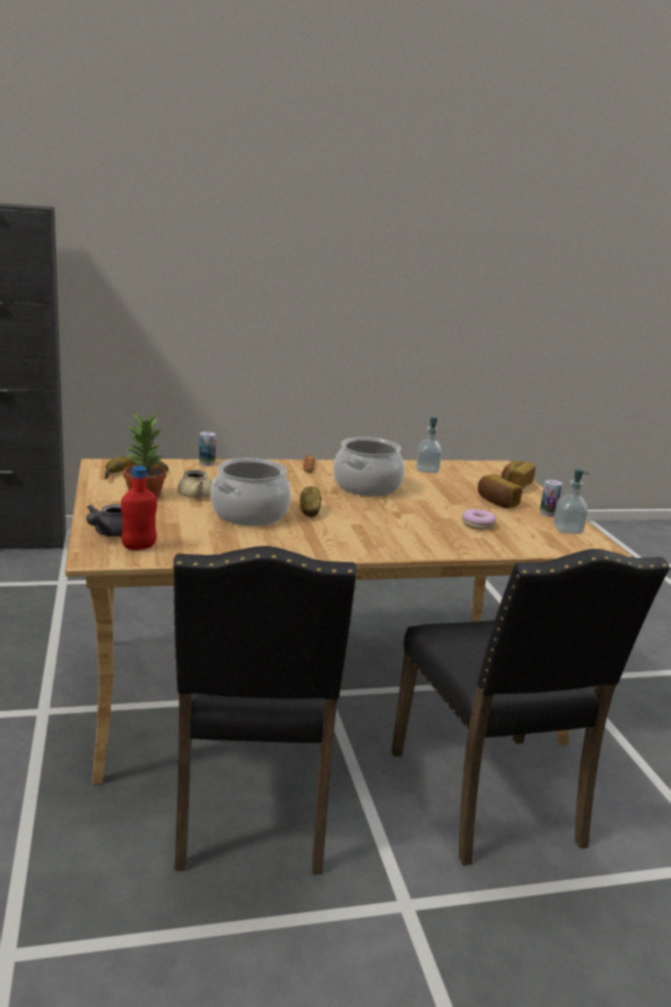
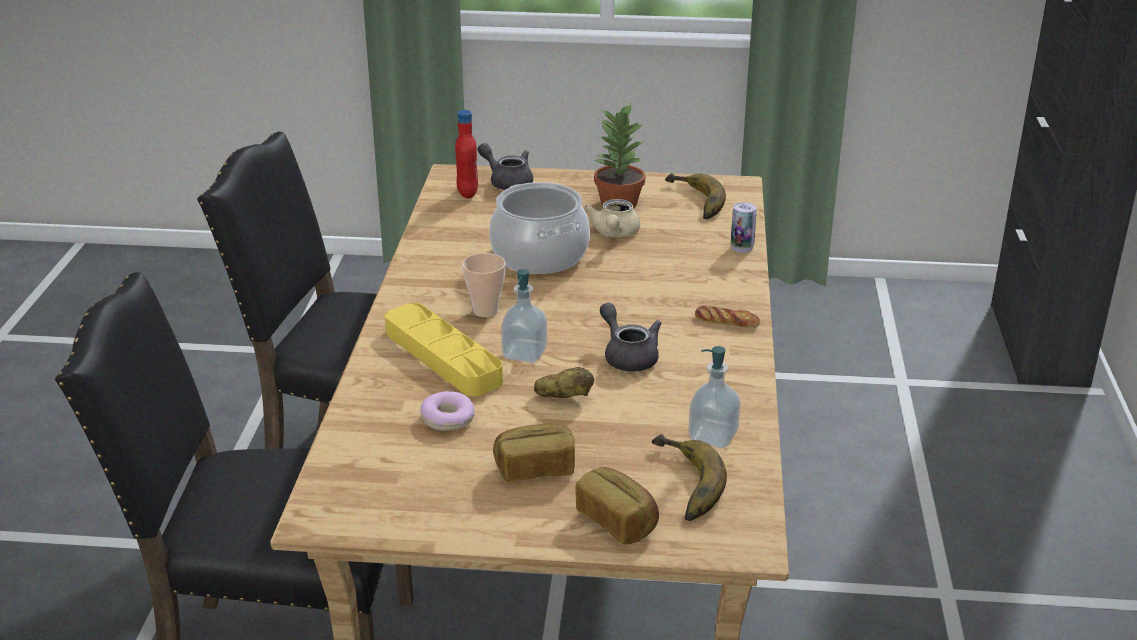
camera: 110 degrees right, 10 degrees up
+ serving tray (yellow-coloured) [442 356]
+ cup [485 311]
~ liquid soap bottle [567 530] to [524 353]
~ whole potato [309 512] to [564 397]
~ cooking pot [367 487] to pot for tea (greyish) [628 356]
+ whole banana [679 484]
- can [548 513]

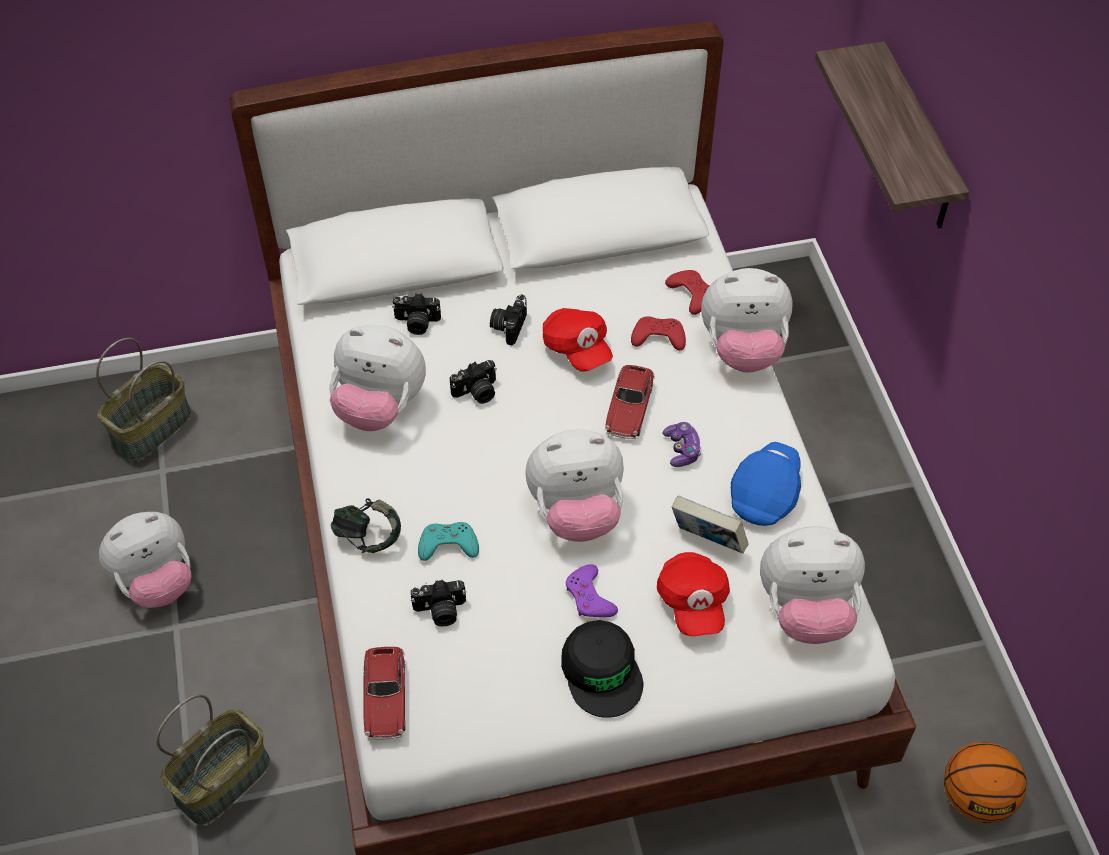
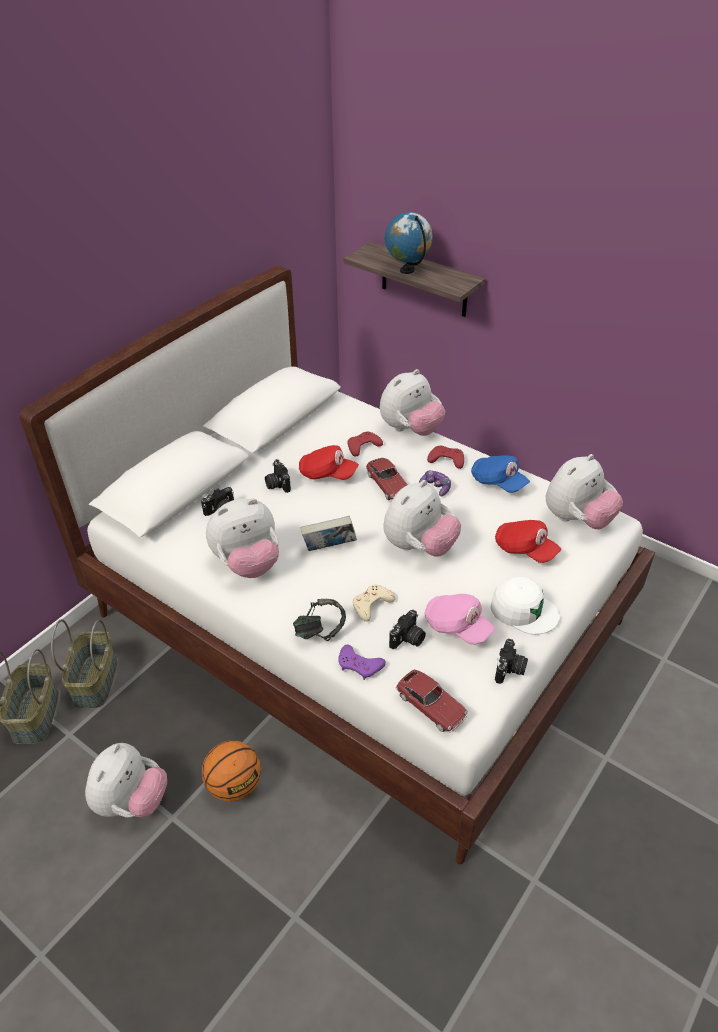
camera: 40 degrees left, 10 degrees down
~ household basket [222 778] to [94 680]
~ basketball [976 798] to [234 785]
~ bound book [707 541] to [329 548]
~ gamepad (purple-coloured) [589 597] to [359 665]
~ gamepad (blue-green) [448 545] to gamepad (sand-coloured) [371 604]
+ desk globe [407 270]
+ peaked cap (pink) [457 627]
~ gamepad (red-coloured) [691 294] to [446 459]
~ peaked cap (blue) [765 494] = [498 482] 150 degrees clockwise
~ peaked cap (blackish) [602 671] to peaked cap (white-coloured) [523 610]
~ photo camera [477 392] to [510 670]

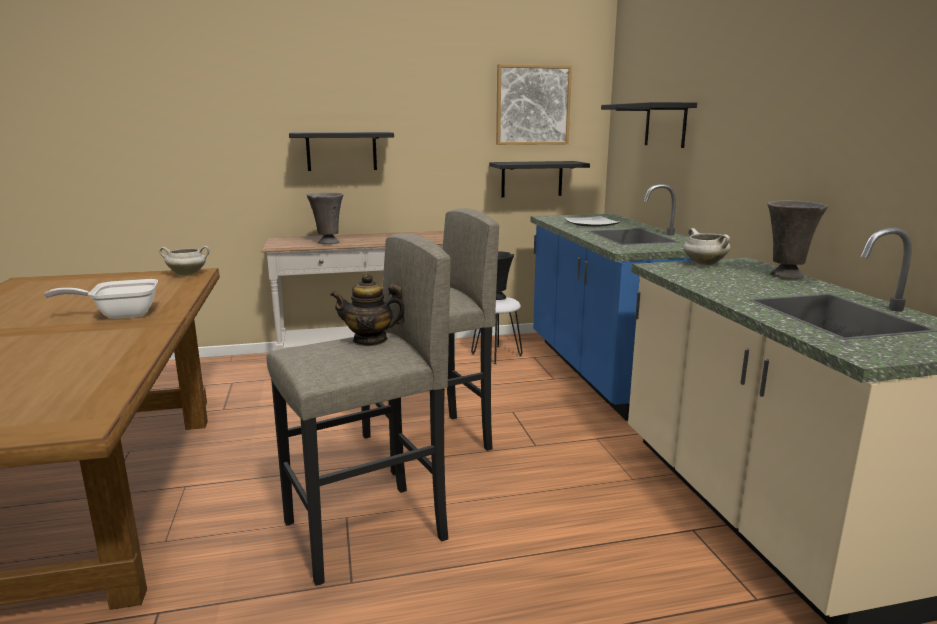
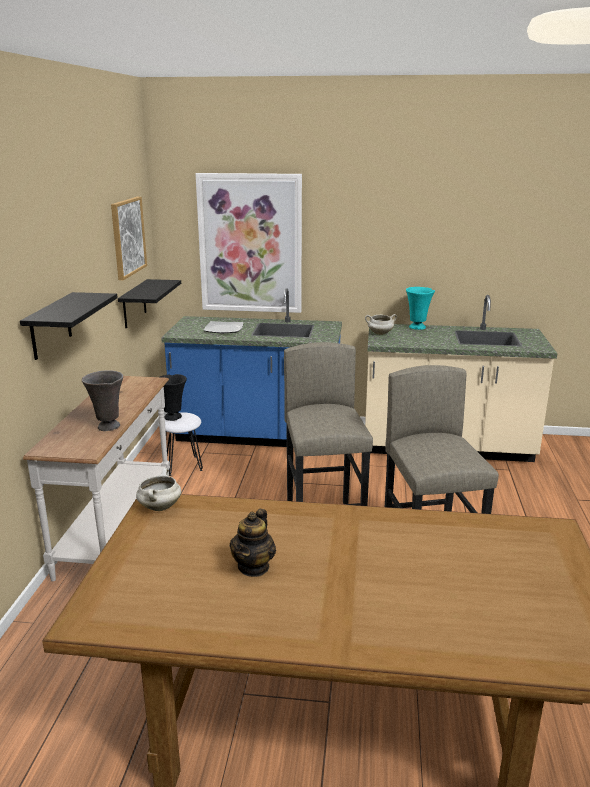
camera: 70 degrees left, 5 degrees up
~ bracket shelf (blackish) [665 125] to picture [250 244]
~ pot for tea [370 340] to [254 567]
~ flower vase (greyish) [786 276] to flower vase (blue-green) [417 327]
- frying pan [120 315]

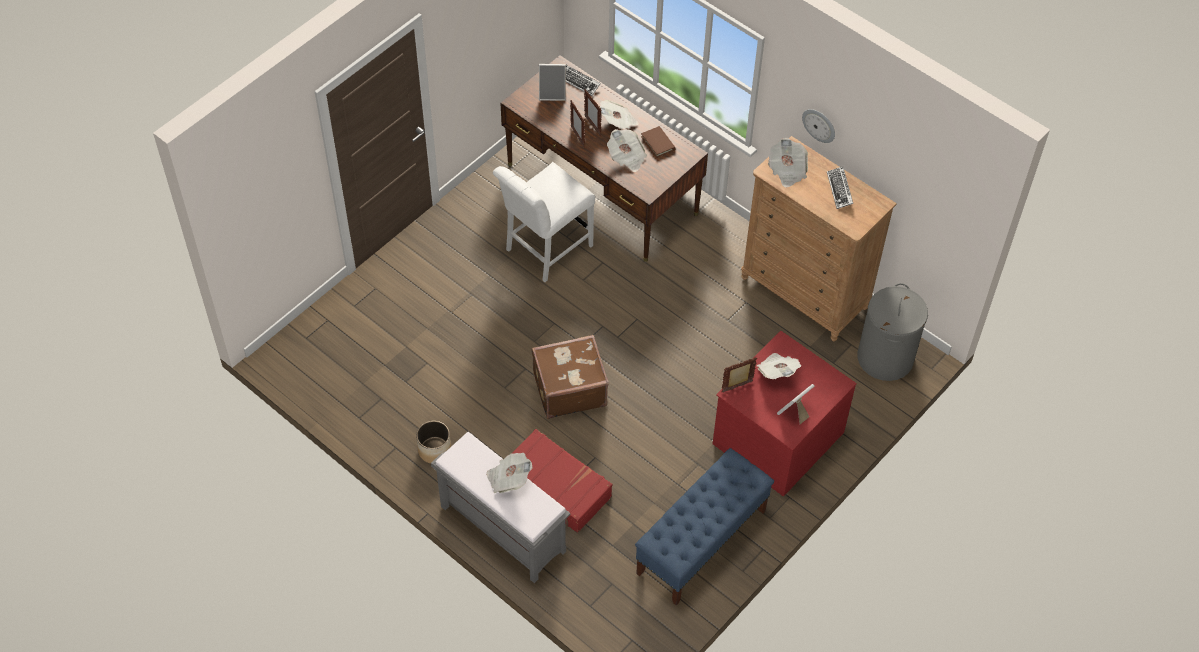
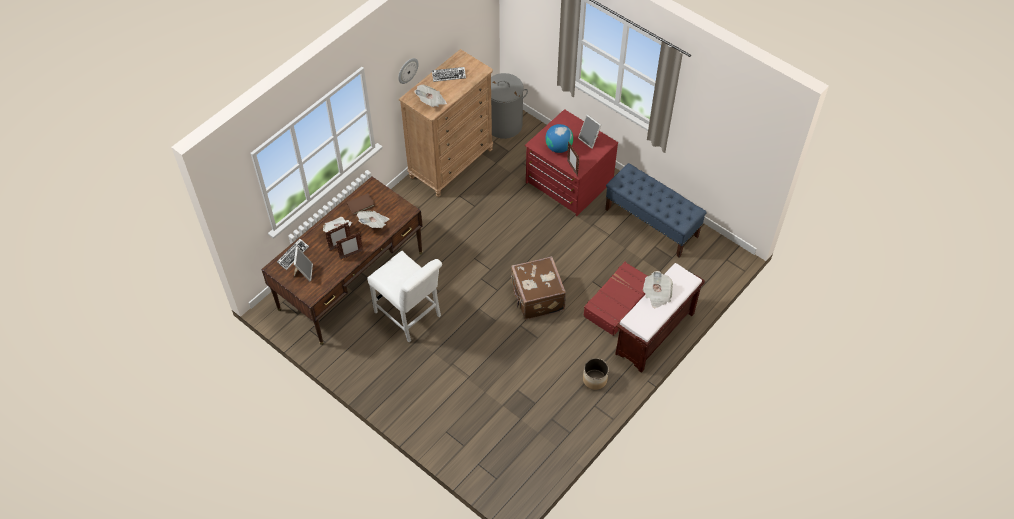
camera: 90 degrees left, 0 degrees up
~ printed paper [777 372] to desk globe [558 147]
~ long seat (greyish) [501 528] to long seat (brown-coloured) [654 334]

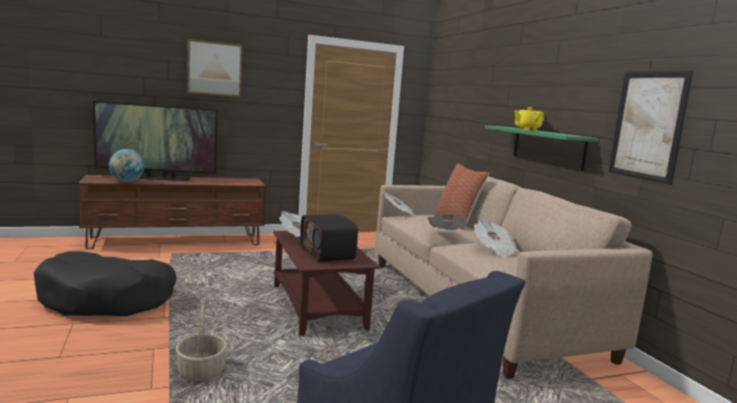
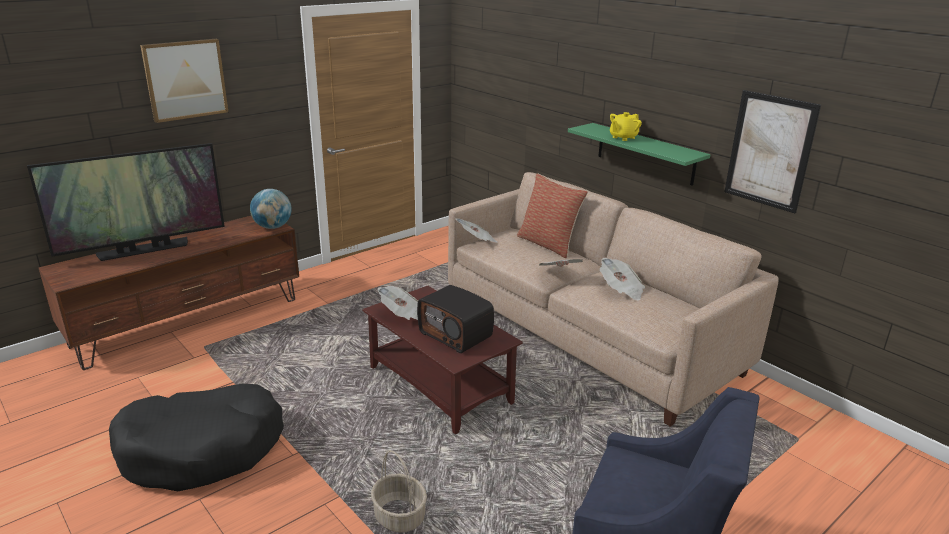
camera: 20 degrees left, 15 degrees up
~ desk globe [127 181] to [272 227]

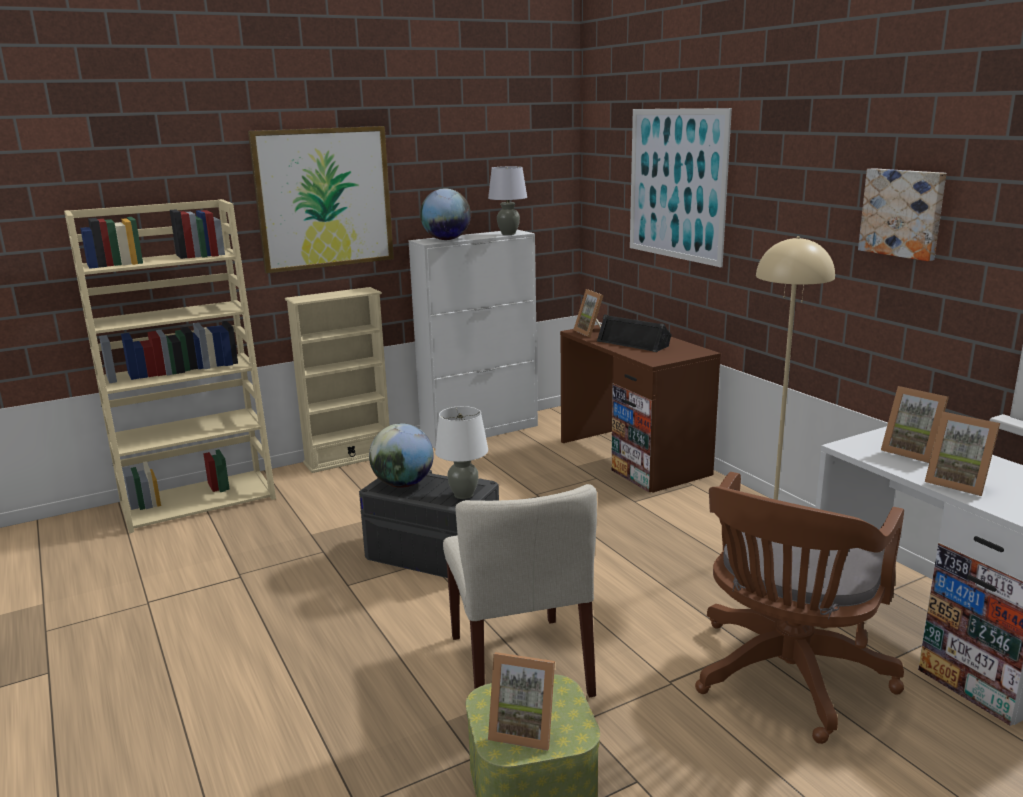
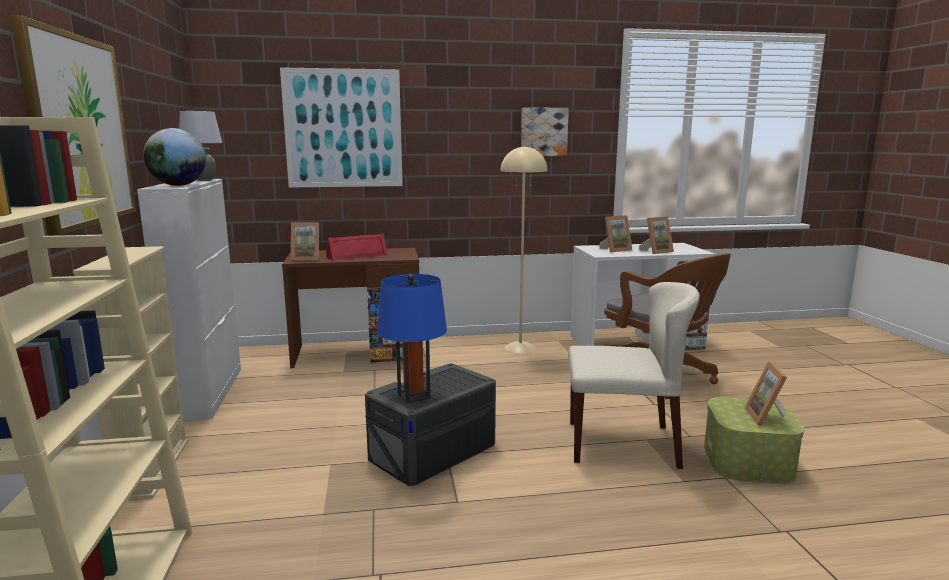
camera: 70 degrees left, 5 degrees down
~ loudspeaker (blackish) [634 343] to loudspeaker (red-coloured) [356 255]
~ desk globe [403 484] to lamp for a table (blue) [414 395]
~ photo frame [523 729] = [767 417] 150 degrees clockwise
- lamp for a table (white-coloured) [464 495]

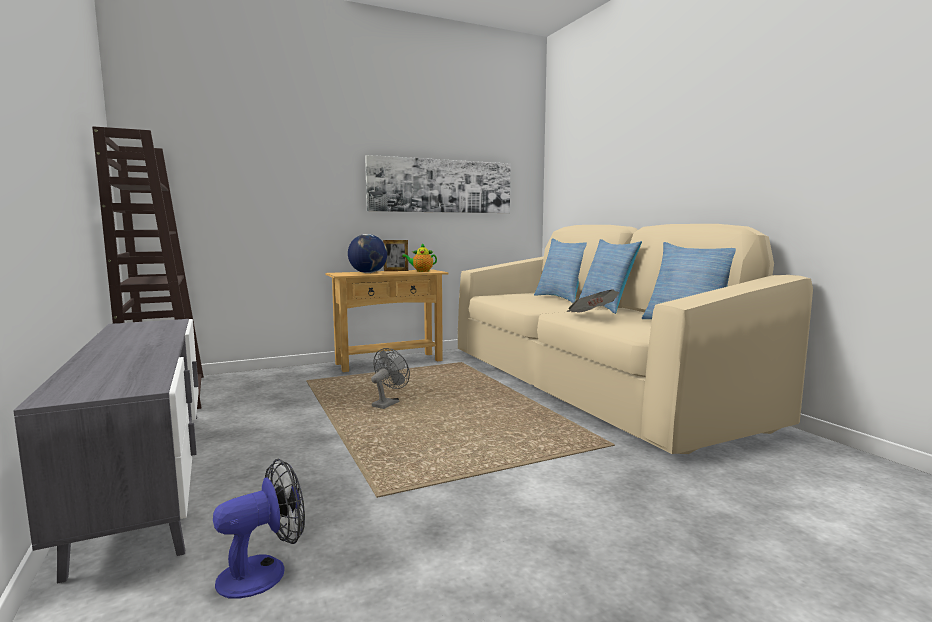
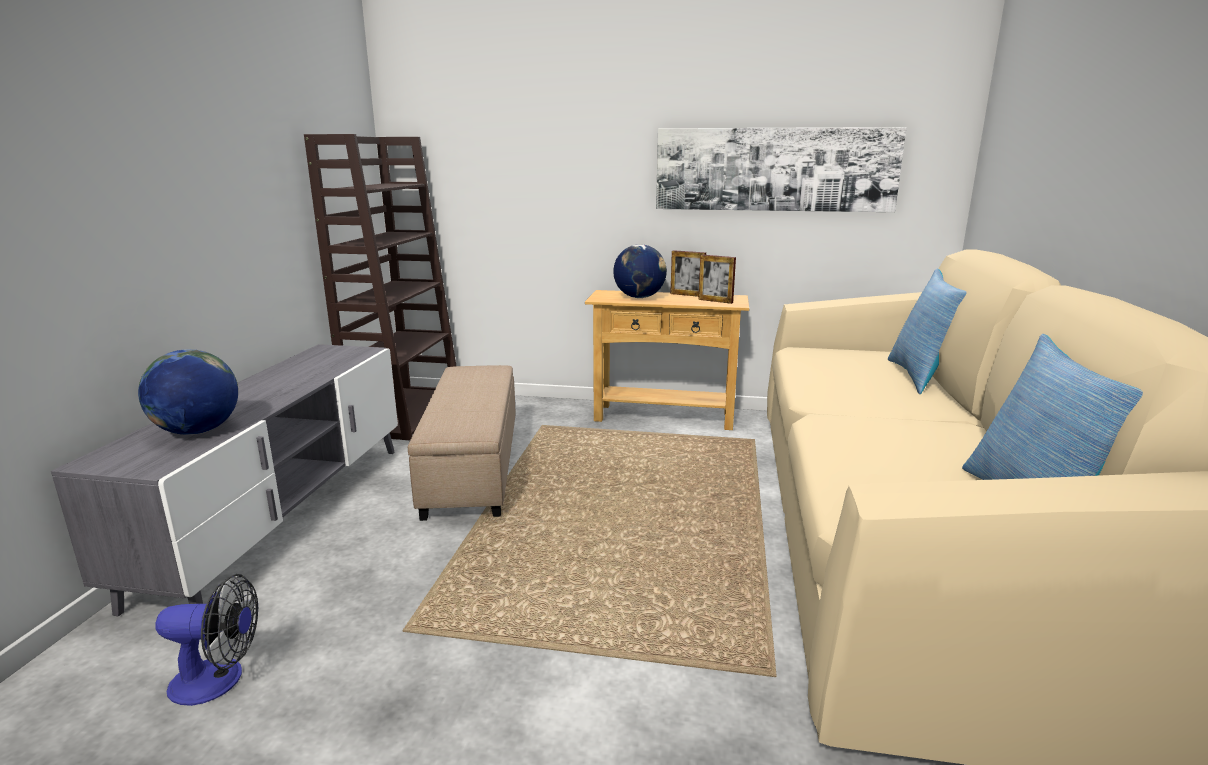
camera: 35 degrees right, 10 degrees up
+ desk globe [197 431]
+ pouffe (sand-coloured) [474 467]
~ pot for tea [421 271] to photo frame [715 301]
- electric fan (greyish) [388 403]
- printed paper [591 316]
- throw pillow [606 307]

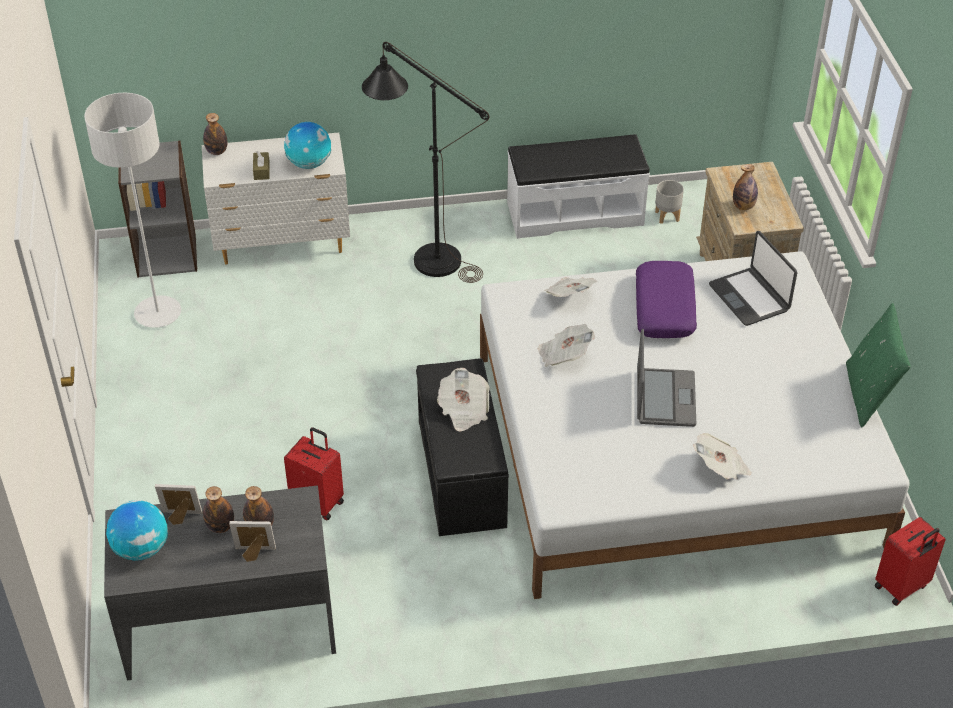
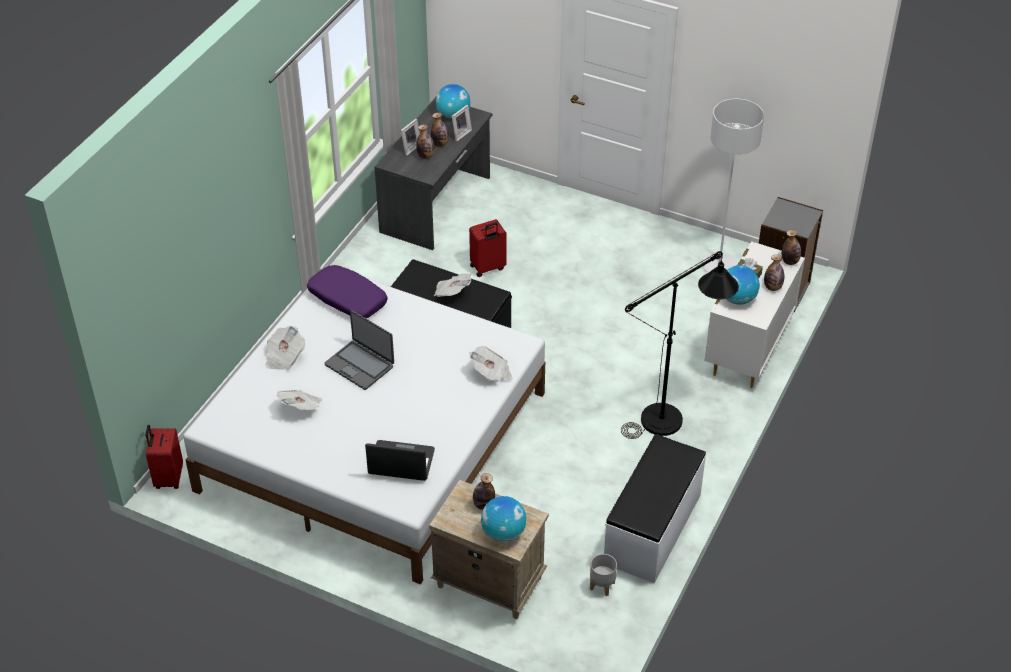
camera: 125 degrees right, 0 degrees up
~ printed paper [564 355] to [301 407]
~ throw pillow (purple-coloured) [665 308] to [347 299]
+ desk globe [503 532]
+ beverage bottle [772 287]
- throw pillow (green-coloured) [869 394]

